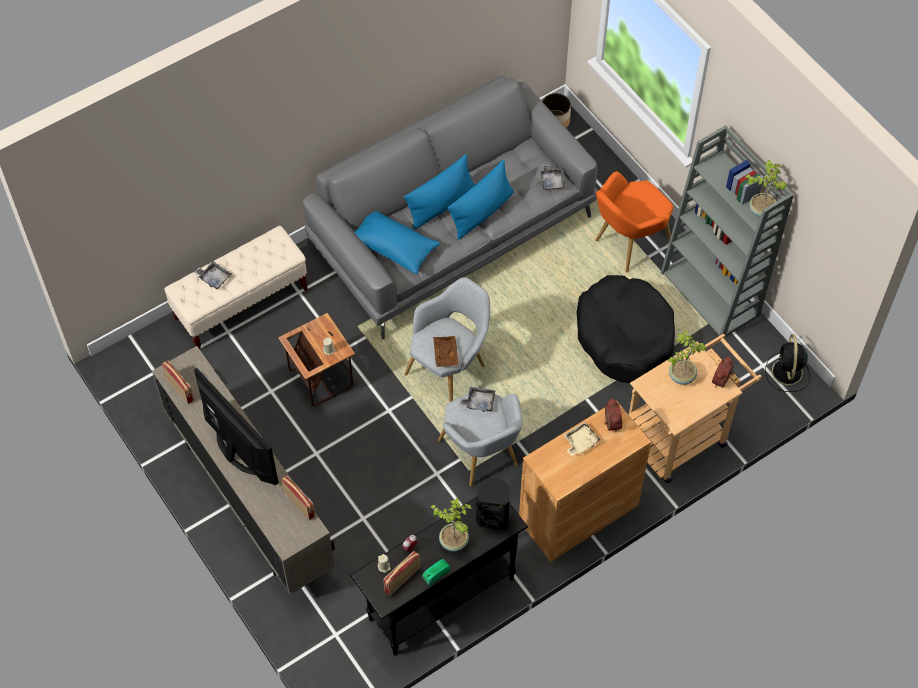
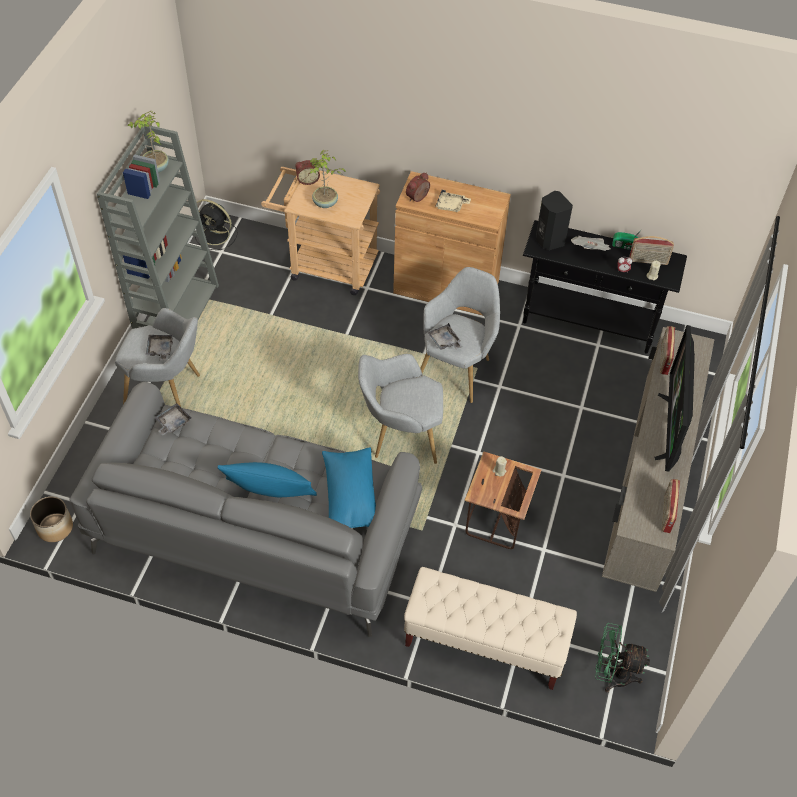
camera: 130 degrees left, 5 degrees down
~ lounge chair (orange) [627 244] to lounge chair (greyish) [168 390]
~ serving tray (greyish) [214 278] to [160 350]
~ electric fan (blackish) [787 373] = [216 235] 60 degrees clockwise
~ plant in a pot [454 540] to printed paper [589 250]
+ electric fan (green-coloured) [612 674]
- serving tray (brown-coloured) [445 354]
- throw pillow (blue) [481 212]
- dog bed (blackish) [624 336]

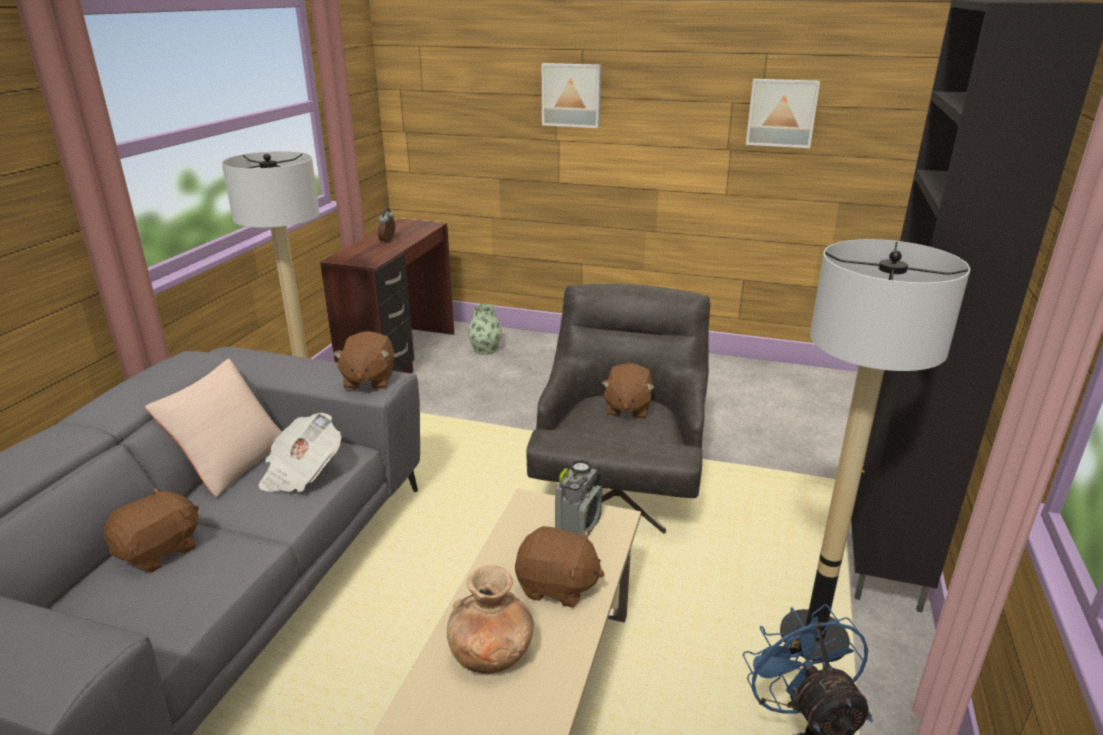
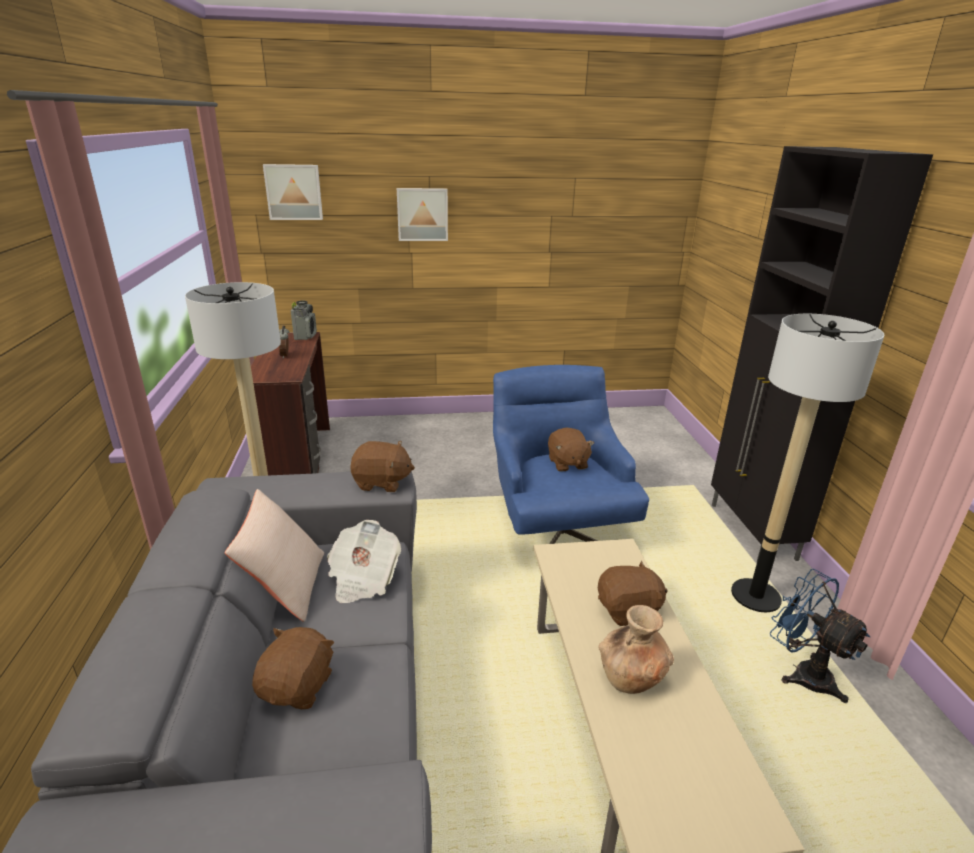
camera: 25 degrees left, 0 degrees up
~ picture [782 113] to [294 192]
~ radio receiver [578 525] to [305 336]
~ soft toy (brown-coloured) [368 380] = [382 482] 60 degrees counterclockwise
~ lounge chair (greyish) [619 485] to lounge chair (blue) [557 524]
- flower vase [485 349]

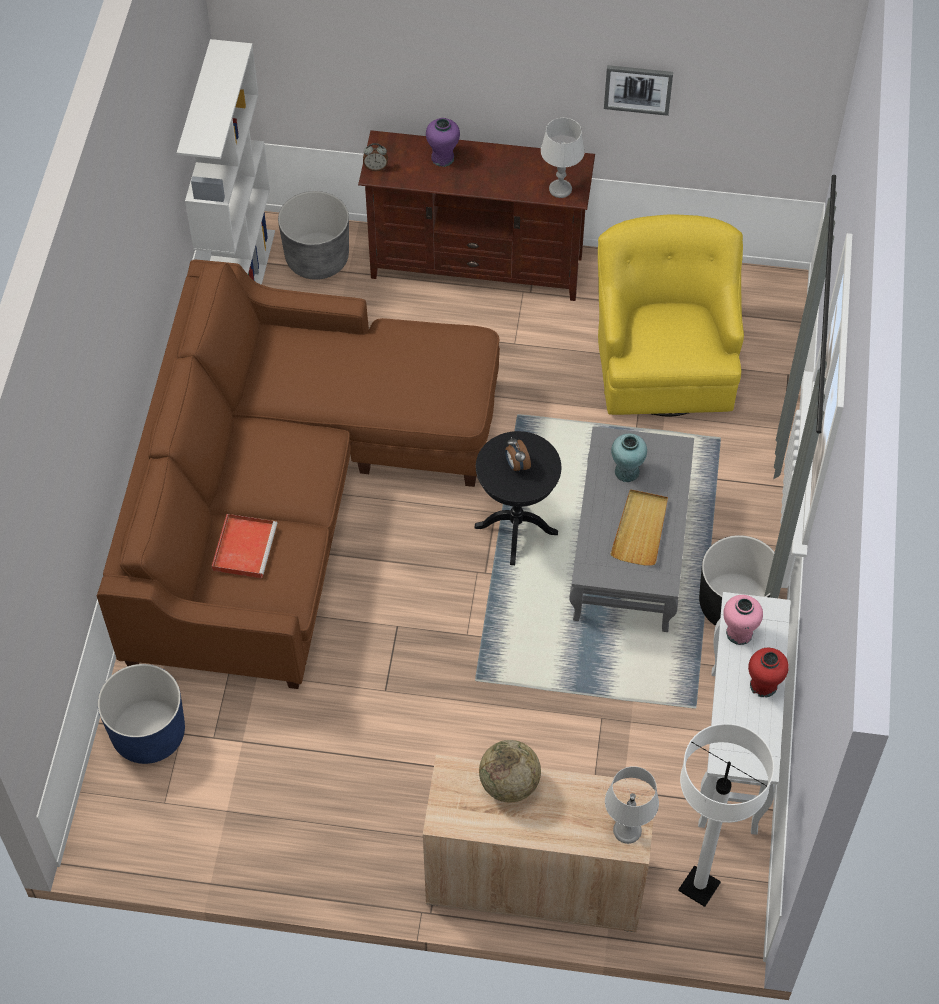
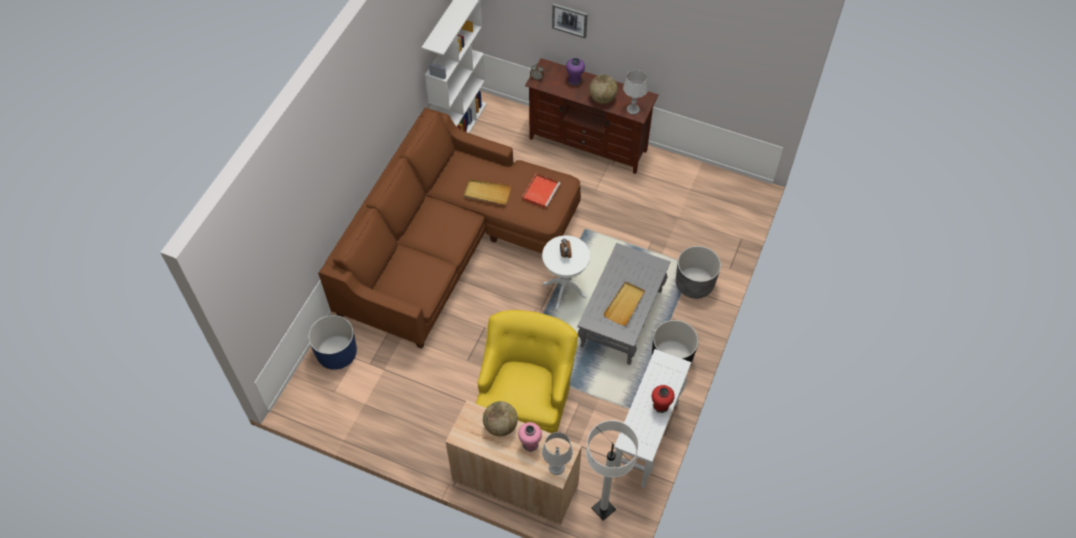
camera: 15 degrees right, 0 degrees up
+ serving tray (sand-coloured) [487 193]
~ lounge chair (yellow-coloured) [664 360] to [526 394]
~ flower vase (pink) [739 633] to [530 444]
~ serving tray (red-coloured) [244 546] to [540 191]
~ end table (blackish) [516 530] to end table (white-coloured) [564 290]
~ picture [638 89] to [570 20]
+ desk globe [602 98]
~ flower pot (greyish) [317 259] to [694 284]
- flower vase (blue-green) [626 472]

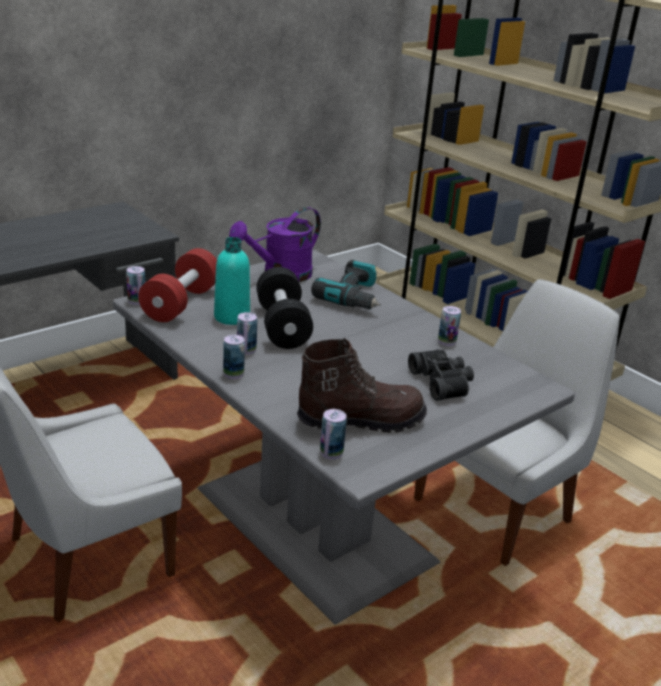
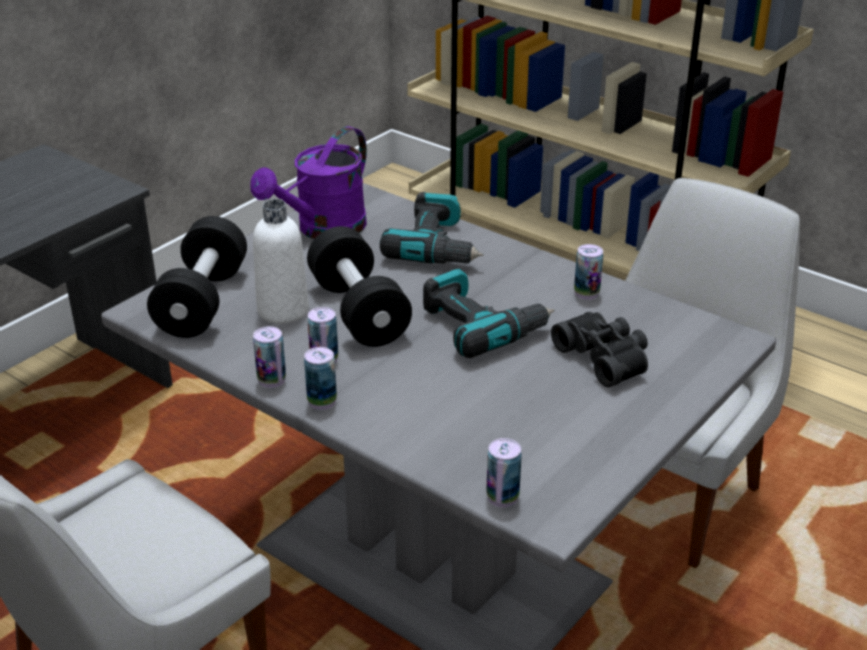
camera: 10 degrees left, 5 degrees up
~ dumbbell (red-coloured) [181 303] to dumbbell (blackish) [202 301]
~ beverage bottle (blue-green) [232 317] to beverage bottle (white-coloured) [283 310]
~ can [136 301] to [271 380]
+ drill [482 326]
- tall boot (brown-coloured) [360 420]

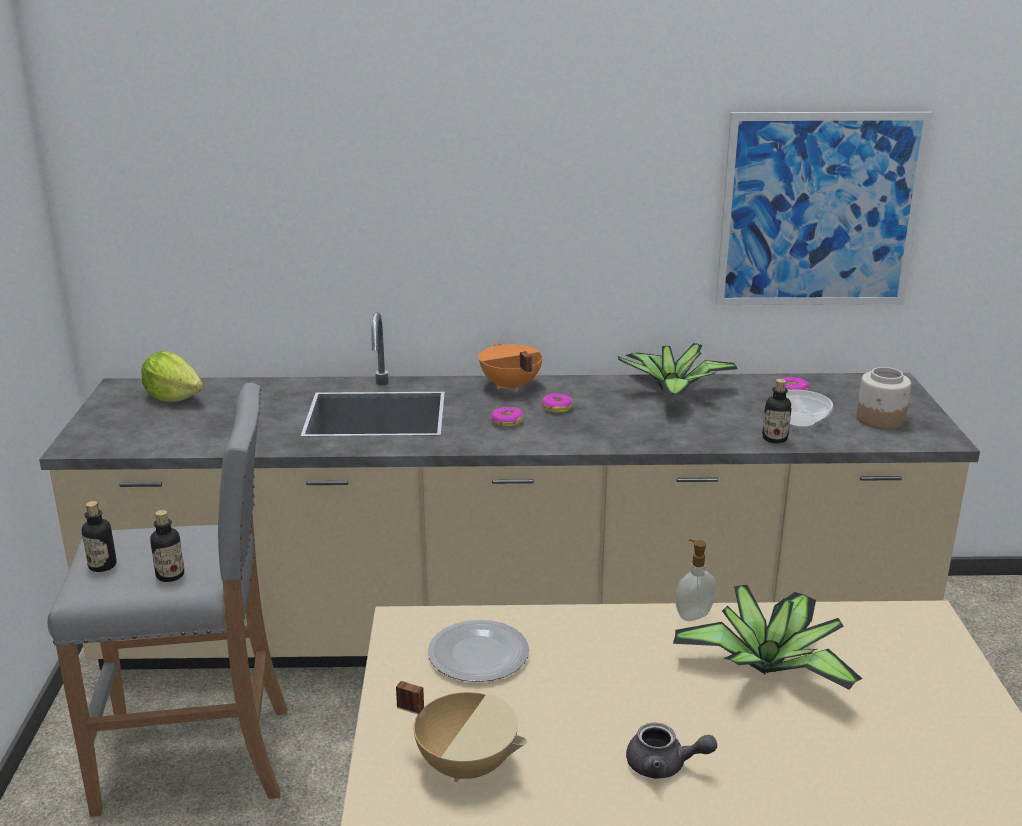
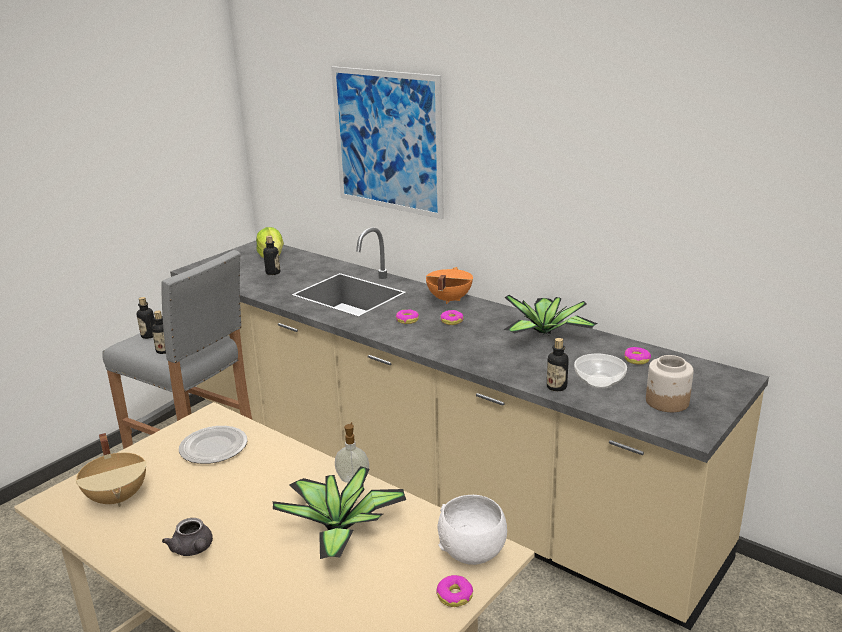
camera: 40 degrees right, 0 degrees up
+ beverage bottle [273 272]
~ picture [819 211] to [387 141]
+ ring doughnut [454 596]
+ deep dish (white-coloured) [473 553]

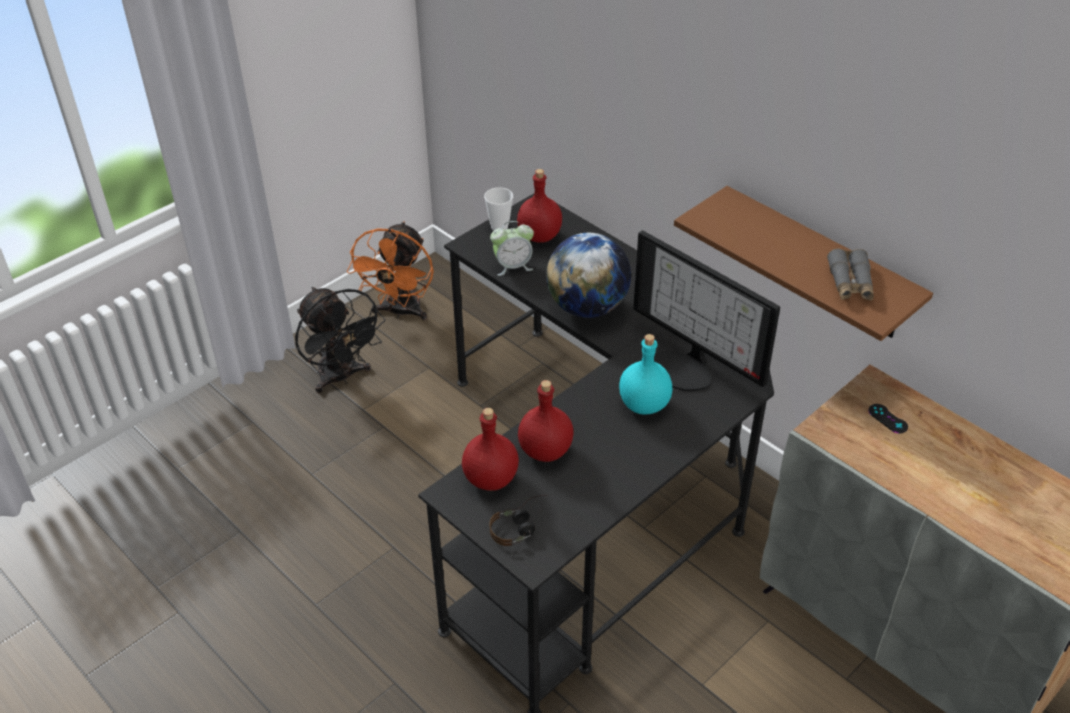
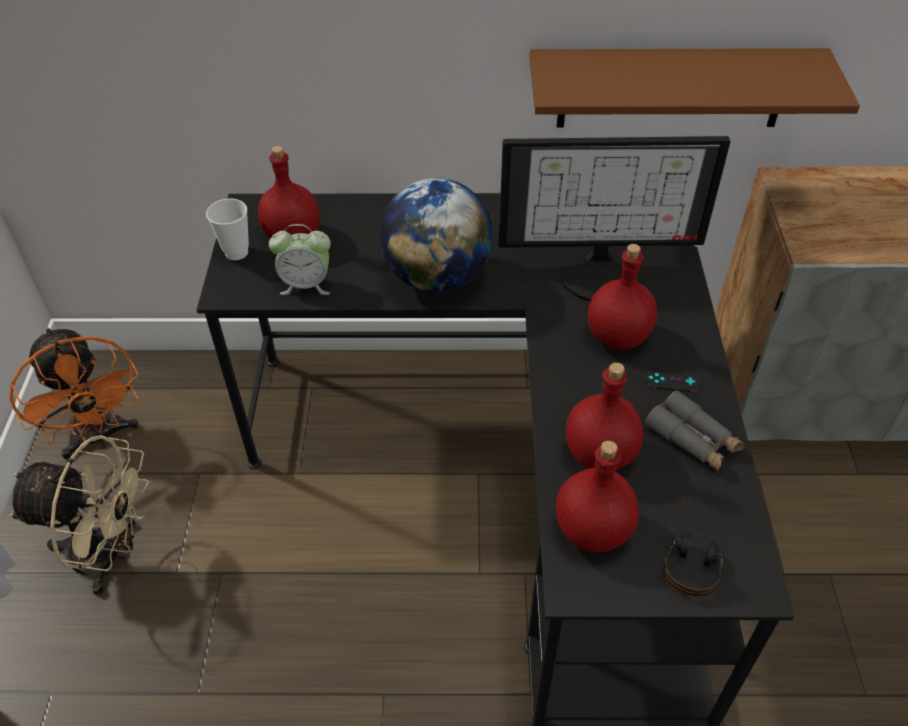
camera: 45 degrees left, 5 degrees up
~ electric fan (blackish) [341 377] to electric fan (sand-coloured) [110 556]
~ alarm clock [513 266] = [306 284] 60 degrees clockwise
~ beverage bottle (blue-green) [644 404] to beverage bottle (red-coloured) [617 335]
~ gamepad (blackish) [888 419] to [672 381]
~ pair of binoculars (greyish) [850 283] to [693 439]

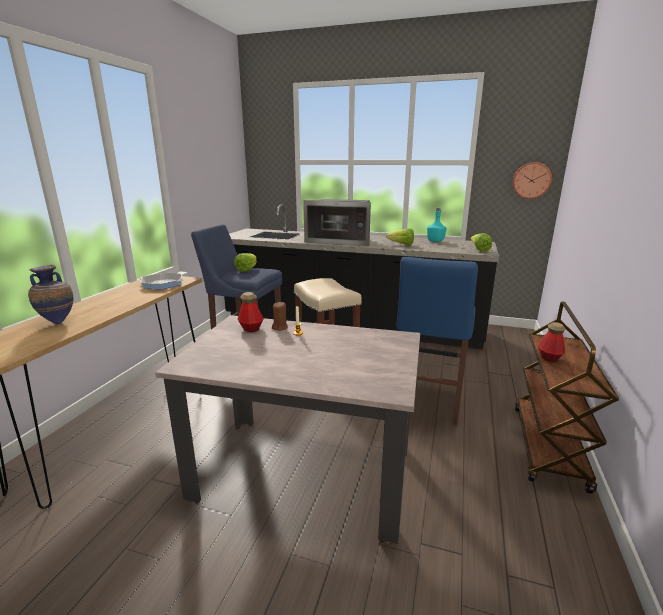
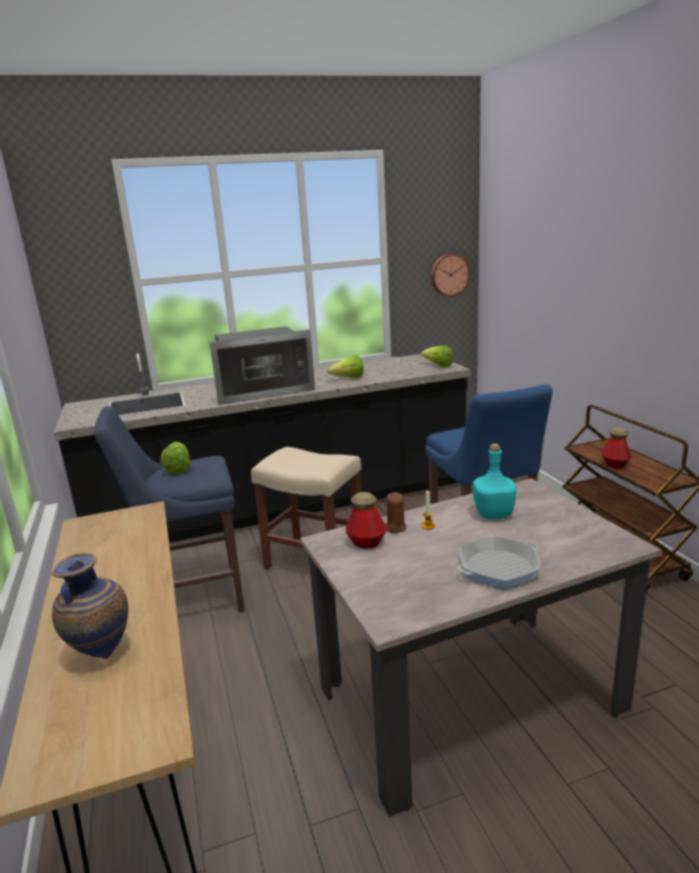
camera: 35 degrees left, 0 degrees up
~ frying pan [162 284] to [498 568]
~ beverage bottle (blue-green) [435 241] to [493 514]

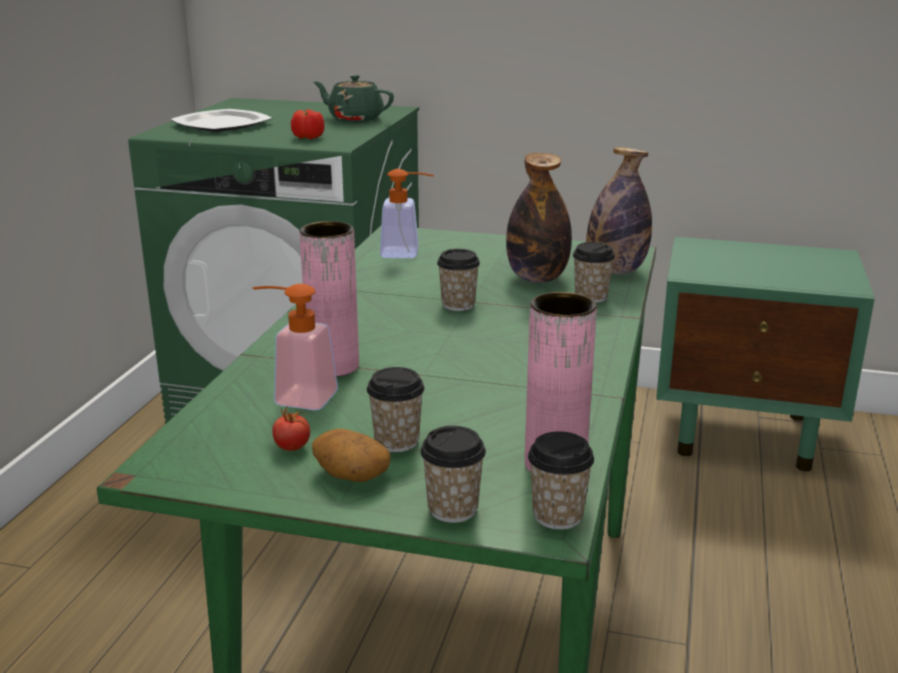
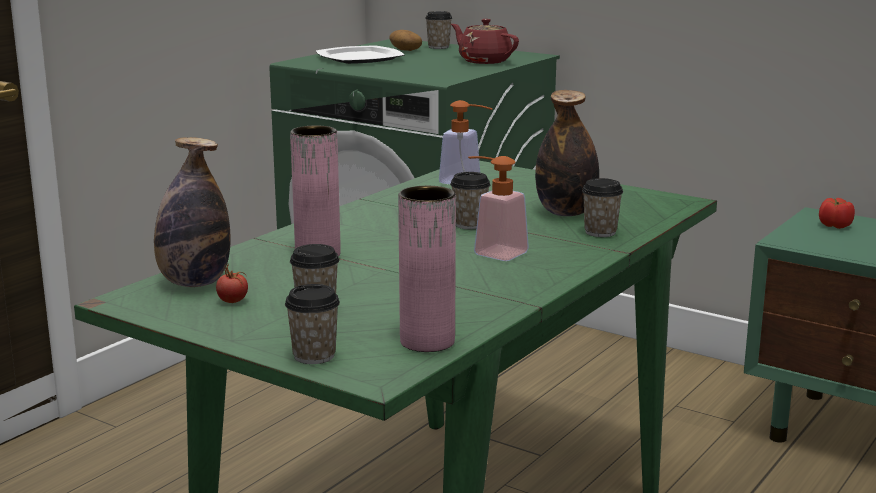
camera: 20 degrees right, 5 degrees down
~ beverage bottle [615 271] to [194 283]
~ whole potato [350 474] to [404 50]
~ cup [557 516] to [438 47]
~ pot for tea (green-coloured) [354 119] to pot for tea (red-coloured) [484 61]
~ liquid soap bottle [296 397] to [493 252]
~ fresh tomato [308 137] to [835 226]

